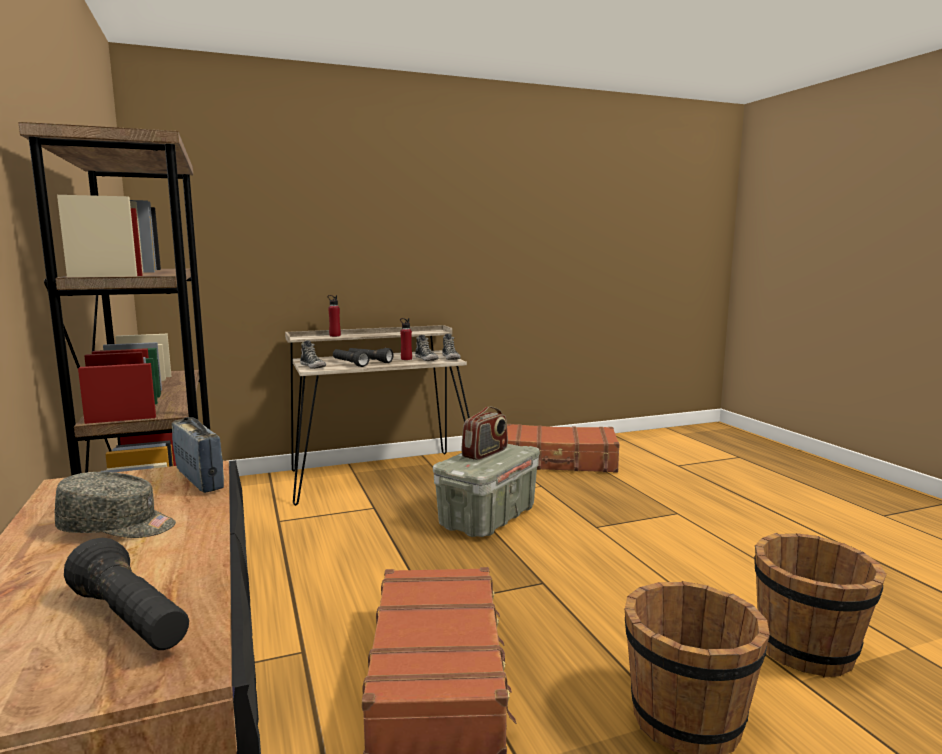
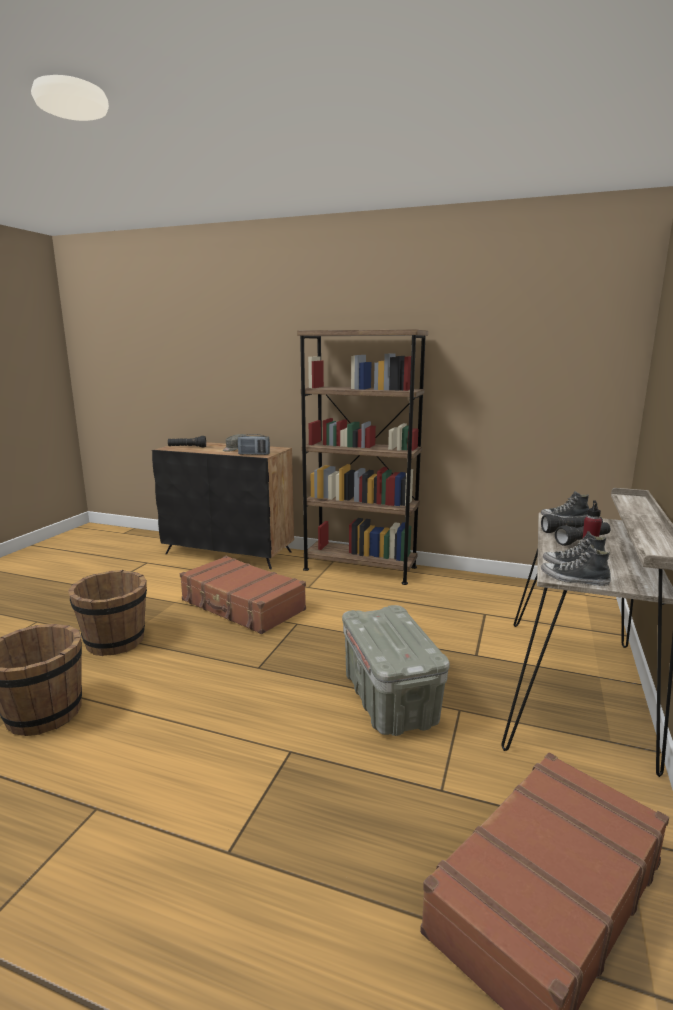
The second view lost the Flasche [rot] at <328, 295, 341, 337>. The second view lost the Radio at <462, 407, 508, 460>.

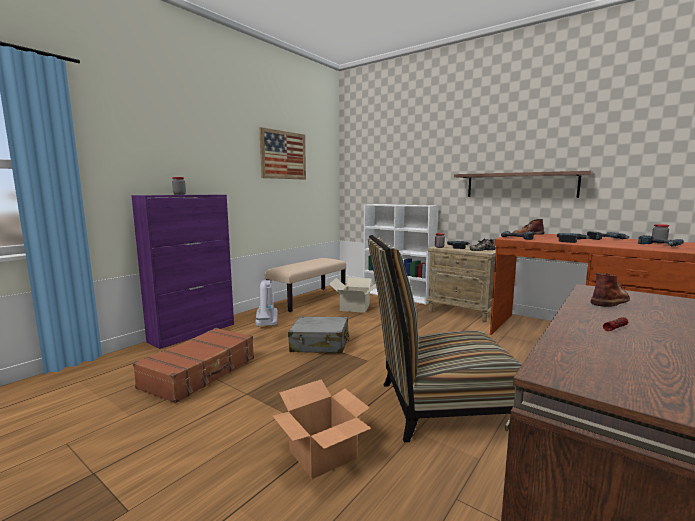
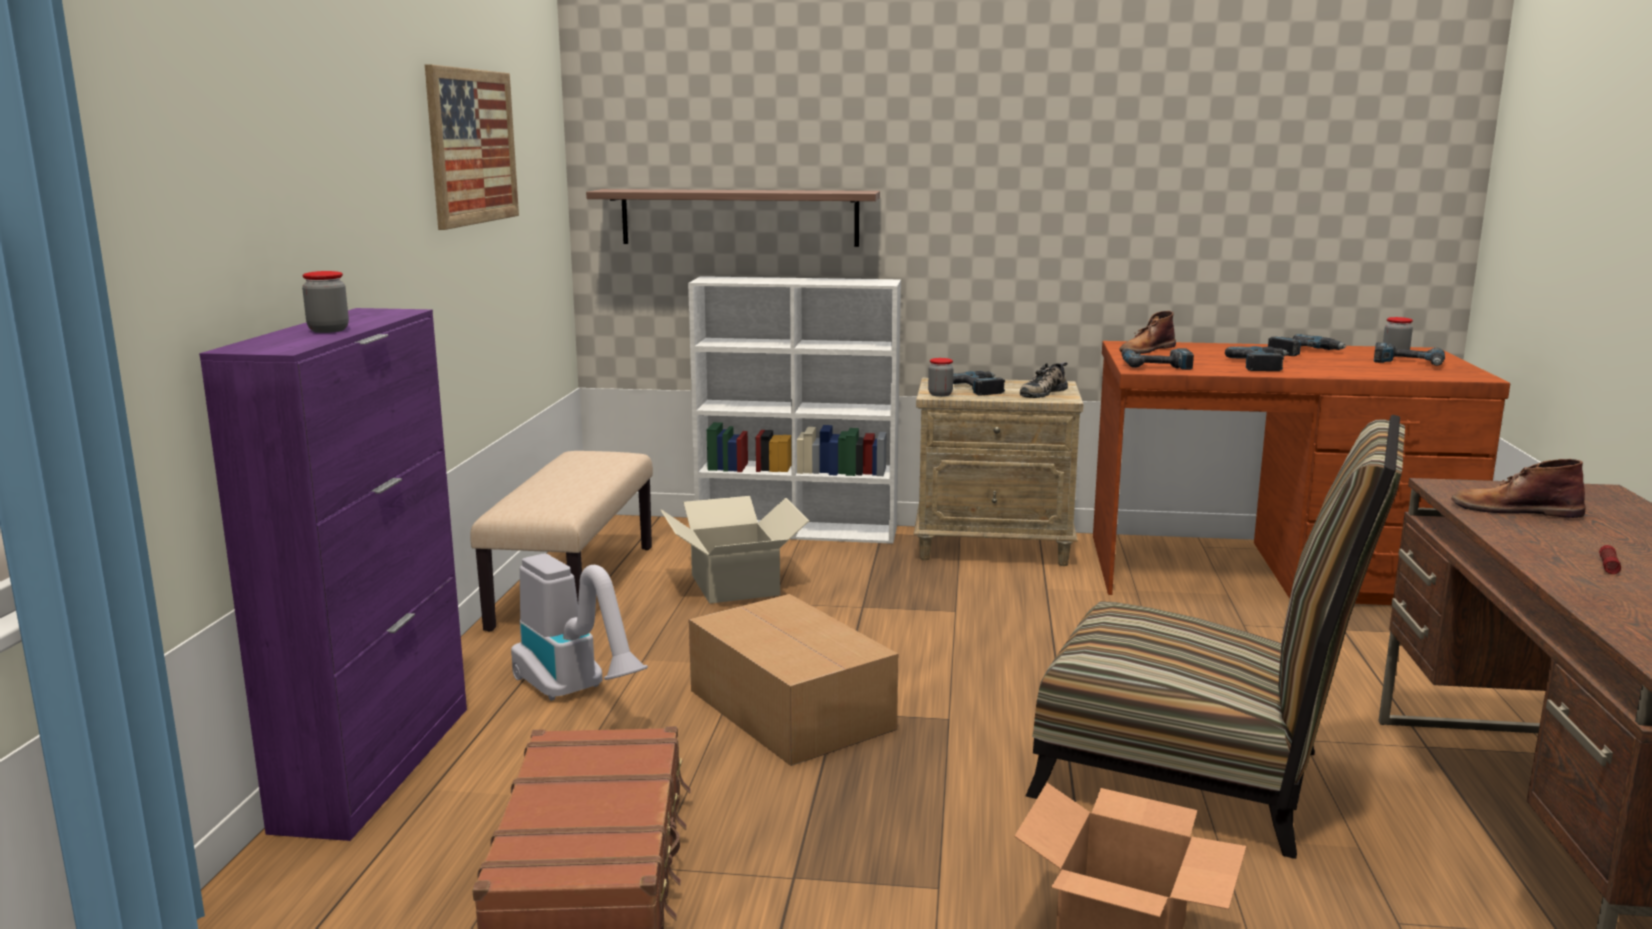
The Wandregal ended up elsewhere, having gone from <454, 171, 593, 198> to <586, 189, 880, 247>. The Stuhl at <368, 235, 521, 442> ended up facing another way, 120 degrees counterclockwise from before. The Stiefel [braun] at <591, 273, 630, 307> ended up facing another way, 90 degrees counterclockwise from before. Where the Koffer [grau] stood at <288, 317, 350, 353>, the Karton came to stand at <689, 594, 898, 766>.

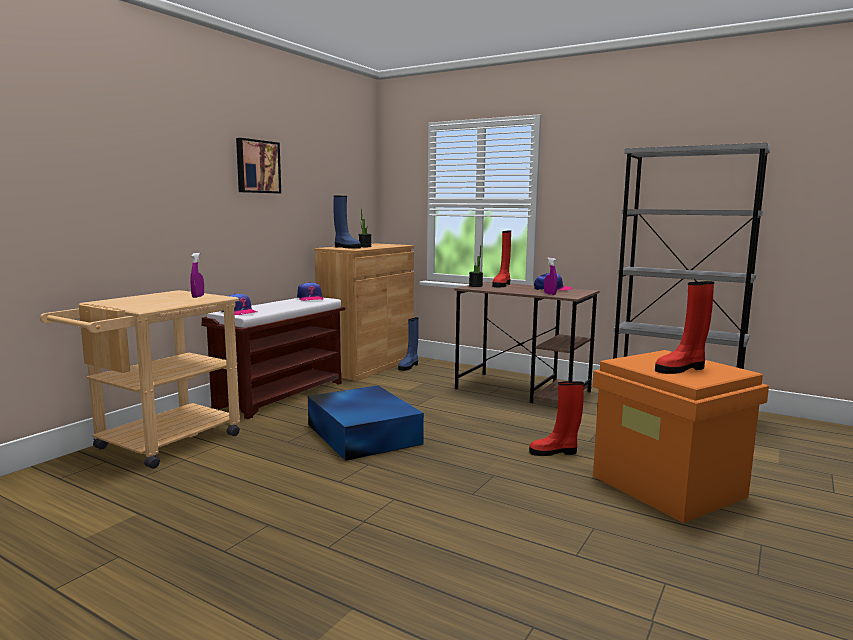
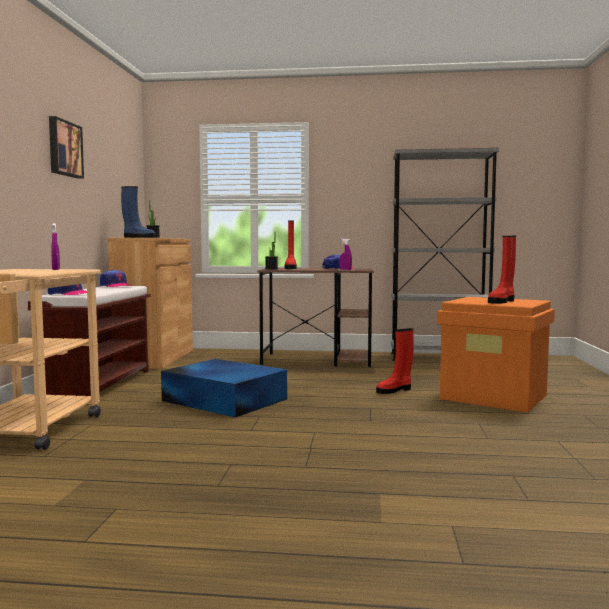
The second view lost the Stiefel [blau] at <398, 317, 419, 371>.

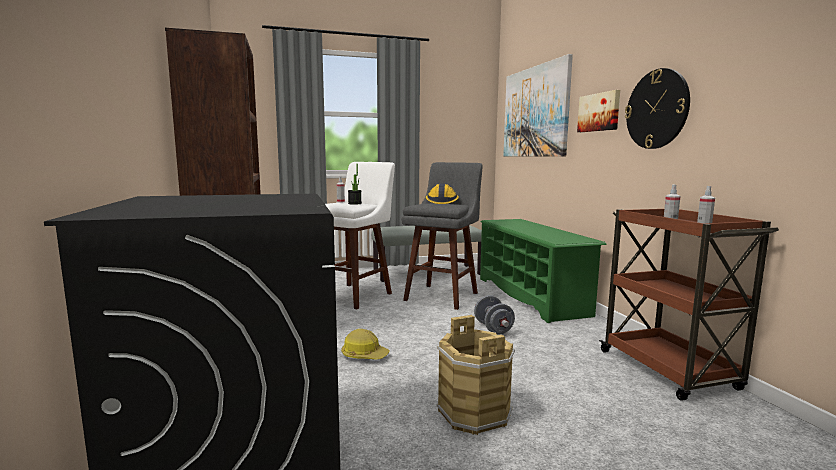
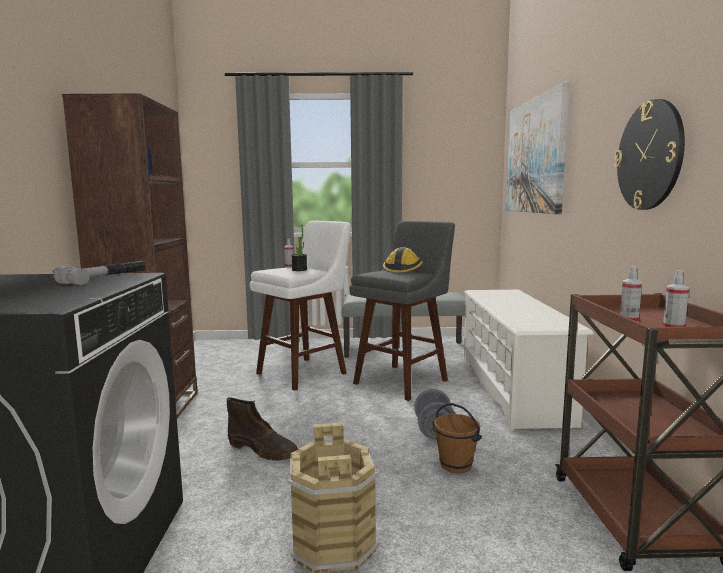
The second view lost the Bild at <577, 90, 620, 132>. What was the Schuhregal [grün] at <480, 219, 607, 323> turned into the Schuhregal [weiß] at <464, 290, 594, 431>. Where the Schutzhelm stood at <341, 329, 390, 359>, the Stiefel [braun] came to stand at <227, 397, 298, 461>. The second view gained the Hammer at <53, 261, 146, 285>. The second view gained the Eimer [braun] at <433, 403, 482, 473>.

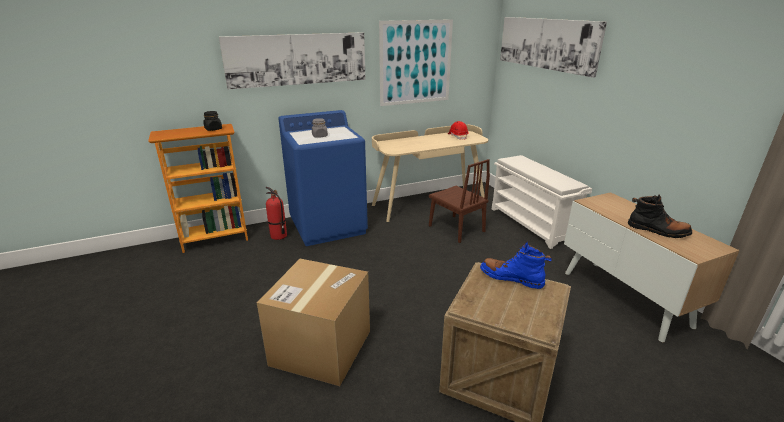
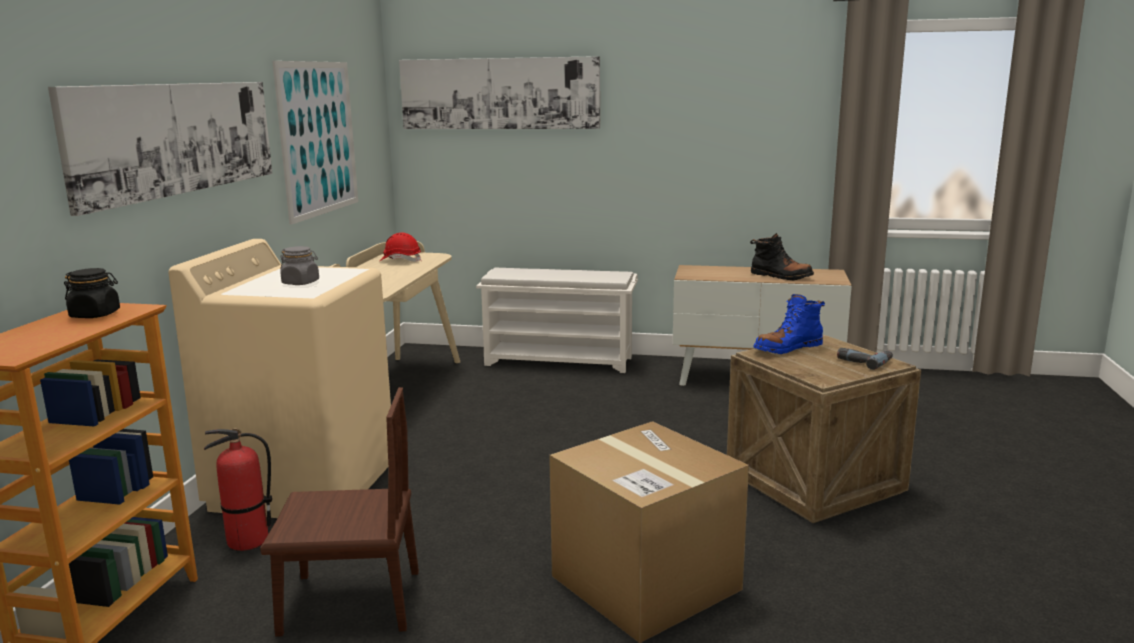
What was the Waschmaschine [blau] at <278, 110, 368, 246> turned into the Waschmaschine [beige] at <168, 239, 391, 518>. The Stuhl [braun] ended up elsewhere, having gone from <429, 159, 490, 243> to <260, 387, 419, 637>. The Stiefel [schwarz] at <628, 195, 692, 238> ended up facing another way, 60 degrees clockwise from before. The second view gained the Bohrmaschine at <837, 348, 893, 370>.

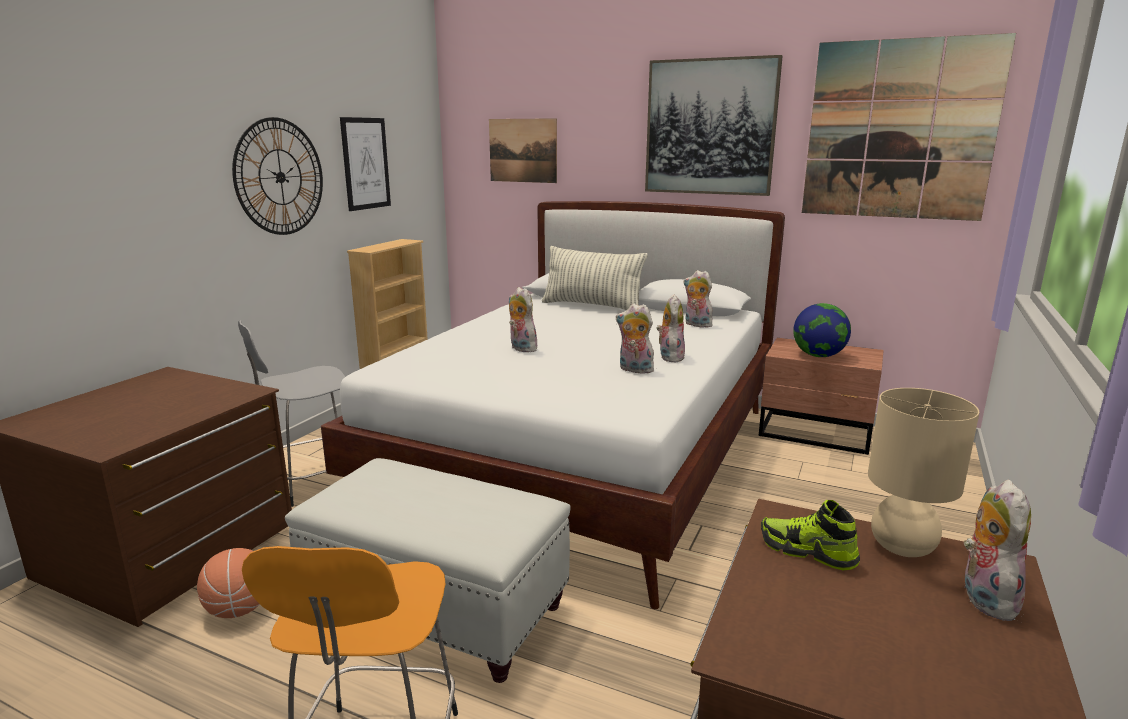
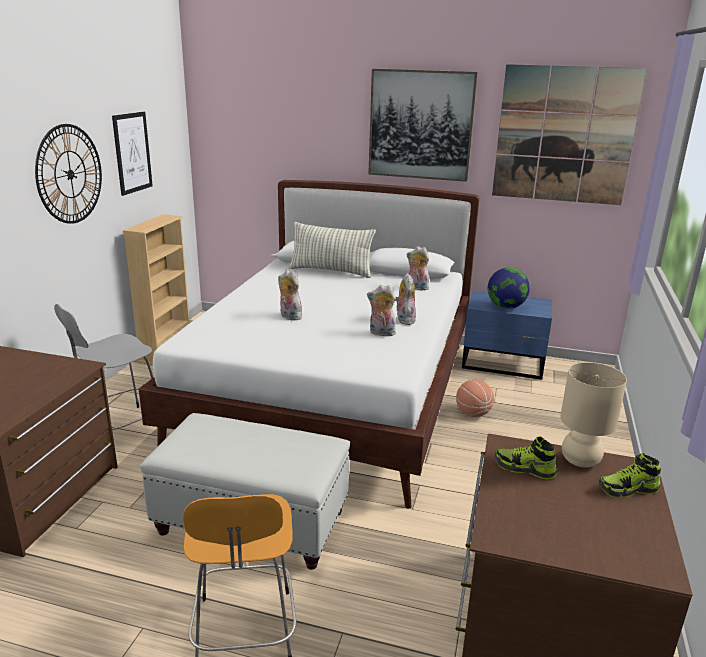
The second view lost the Bild at <489, 118, 557, 183>. What was the Nachttisch [braun] at <759, 338, 884, 455> turned into the Nachttisch [blau] at <462, 291, 552, 380>. Where the Plüschtier stood at <964, 479, 1031, 623>, the Schuh came to stand at <599, 453, 661, 498>. The Basketball ended up elsewhere, having gone from <197, 548, 259, 618> to <456, 380, 494, 417>.

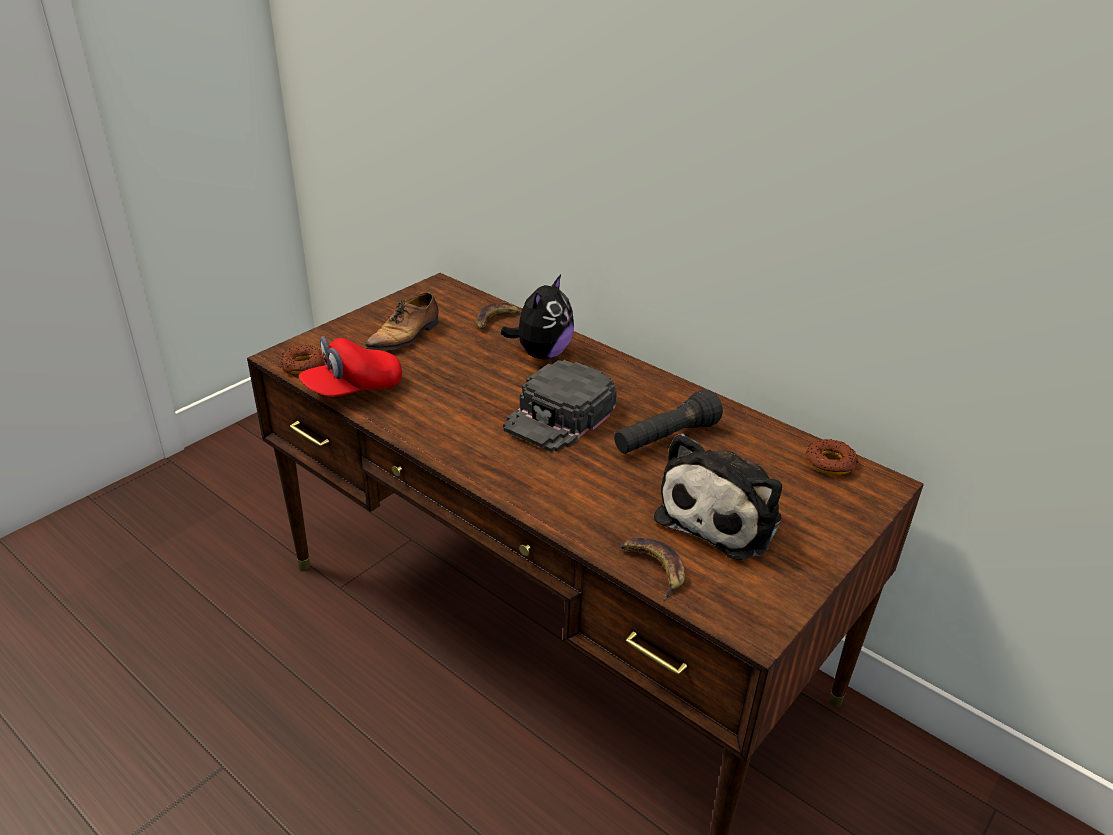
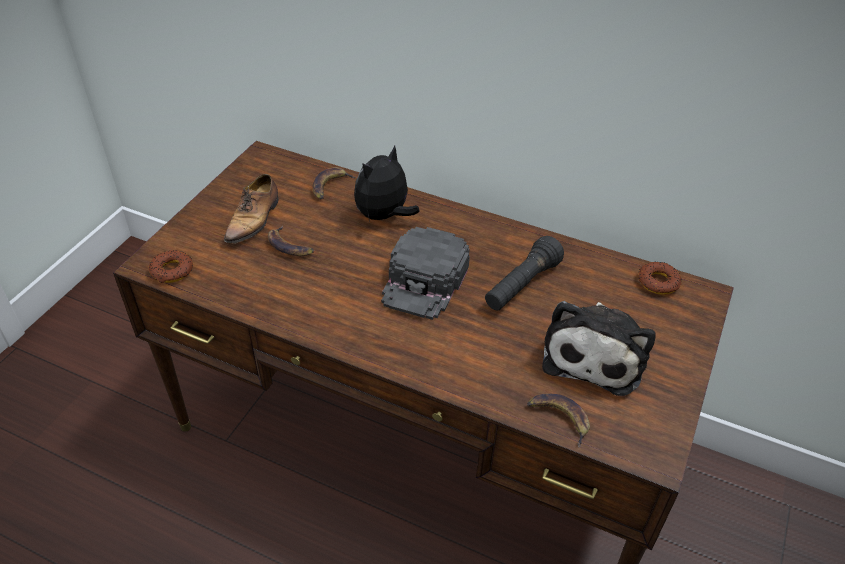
The Plüschtier at <501, 274, 574, 359> ended up facing another way, 150 degrees counterclockwise from before. The second view lost the Kappe [rot] at <299, 336, 402, 397>. The second view gained the Banane at <268, 226, 314, 256>.

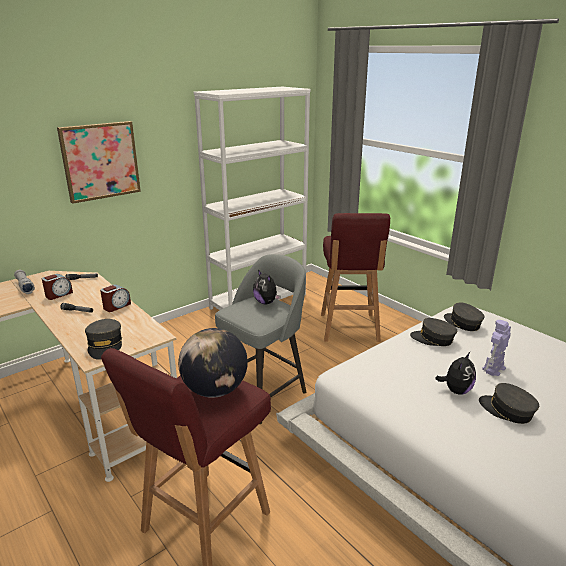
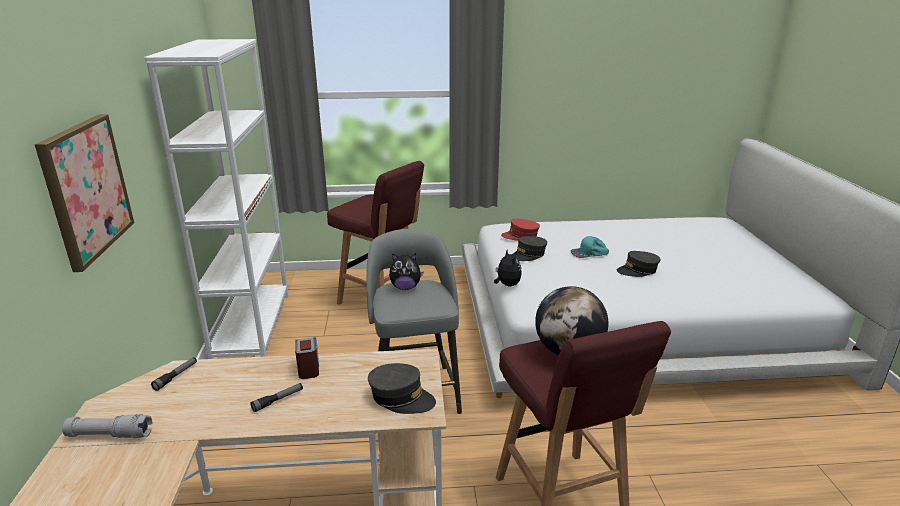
The second view lost the Wecker at <42, 274, 73, 300>. What was the Kappe [grau] at <444, 302, 484, 331> turned into the Kappe [rot] at <501, 219, 540, 241>. Where the Spielzeugroboter stood at <482, 320, 511, 376>, the Kappe [türkis] came to stand at <570, 236, 609, 258>. The Plüschtier ended up elsewhere, having gone from <435, 352, 476, 395> to <494, 250, 522, 286>.

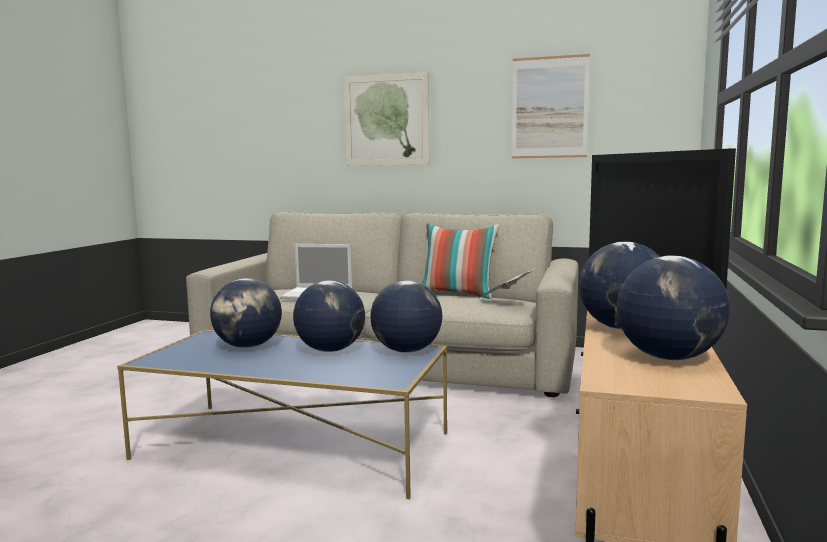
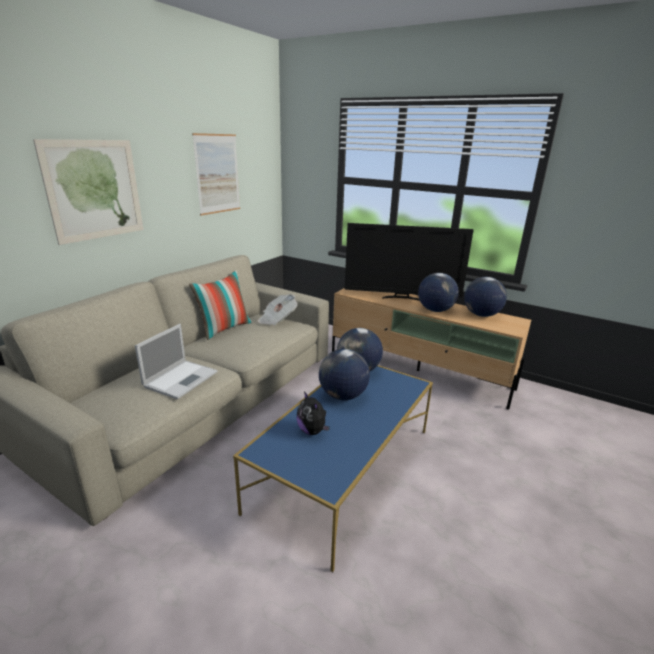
Where the Globus stood at <210, 278, 282, 348>, the Plüschtier came to stand at <297, 391, 330, 435>.

